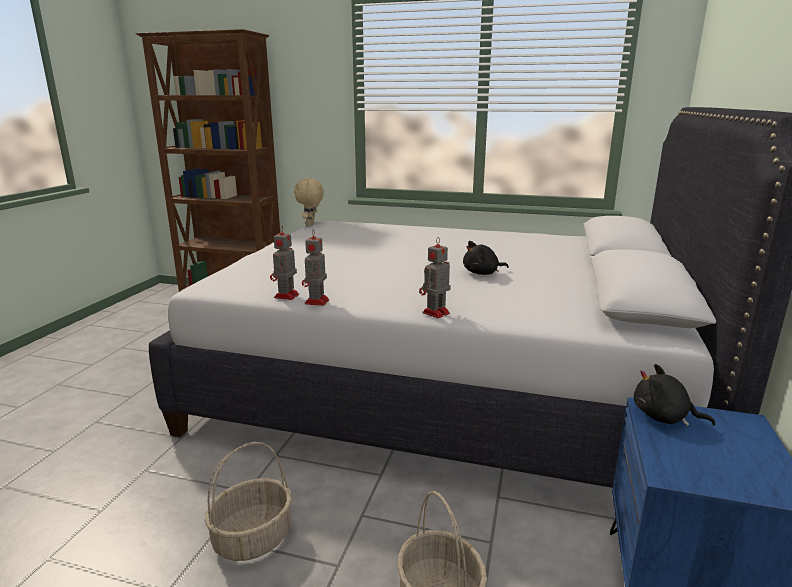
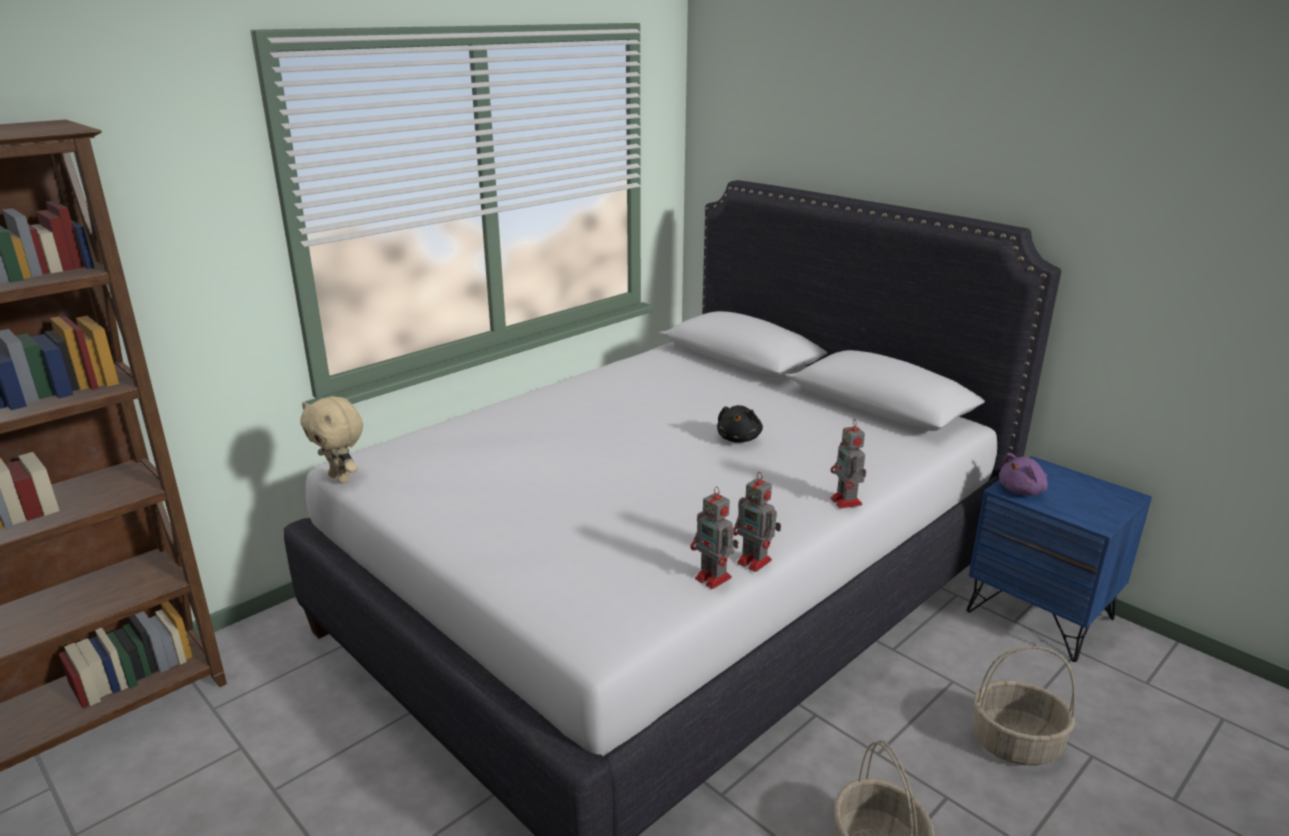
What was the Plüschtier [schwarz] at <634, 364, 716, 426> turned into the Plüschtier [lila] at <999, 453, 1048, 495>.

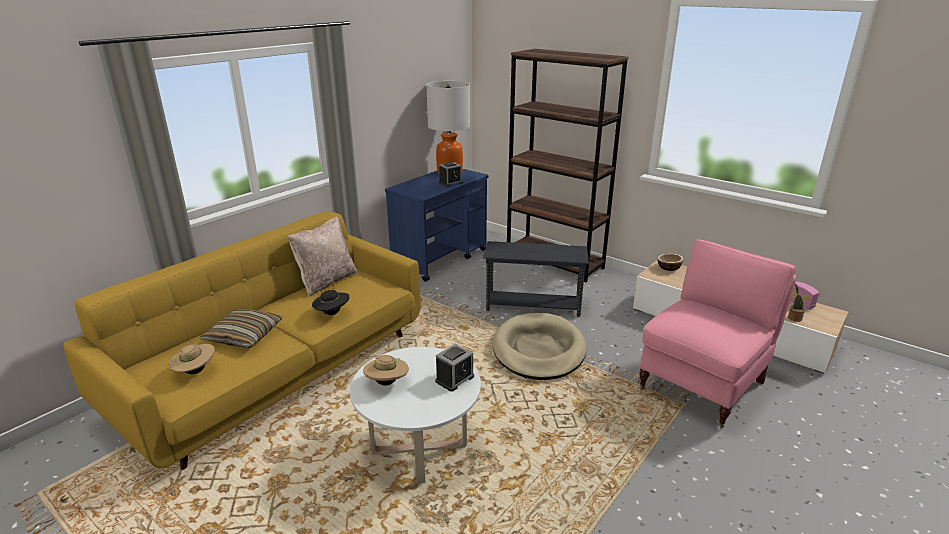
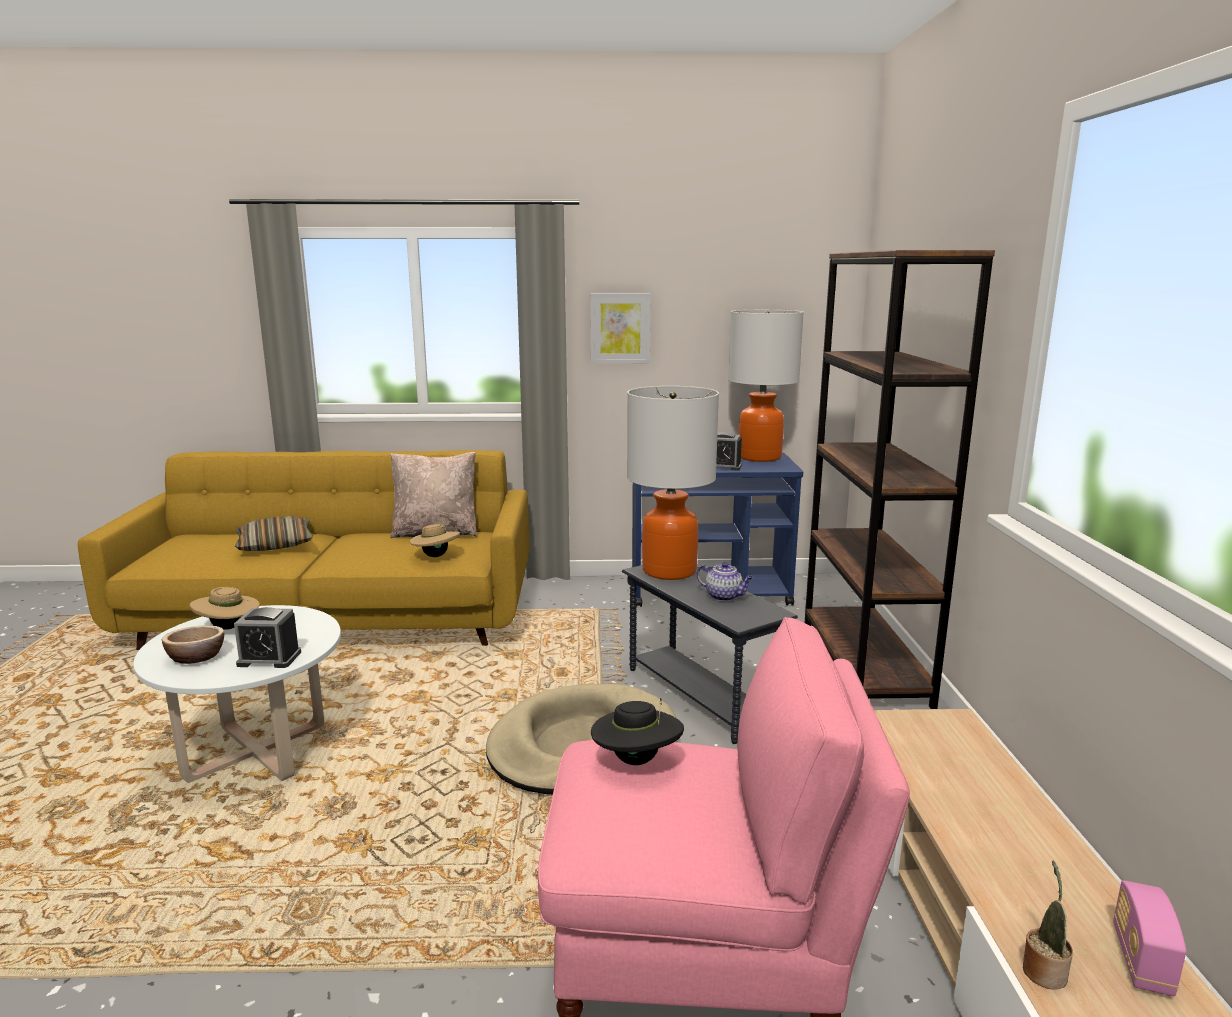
The Schüssel ended up elsewhere, having gone from <657, 253, 683, 271> to <162, 625, 224, 664>. The Hut [schwarz] ended up elsewhere, having gone from <312, 289, 349, 315> to <591, 698, 684, 765>. The Hut [beige] ended up elsewhere, having gone from <169, 341, 215, 374> to <410, 521, 460, 557>. The second view gained the Bild at <590, 293, 651, 364>. The second view gained the Tischlampe at <627, 386, 719, 580>. The second view gained the Teekanne at <696, 562, 754, 601>.

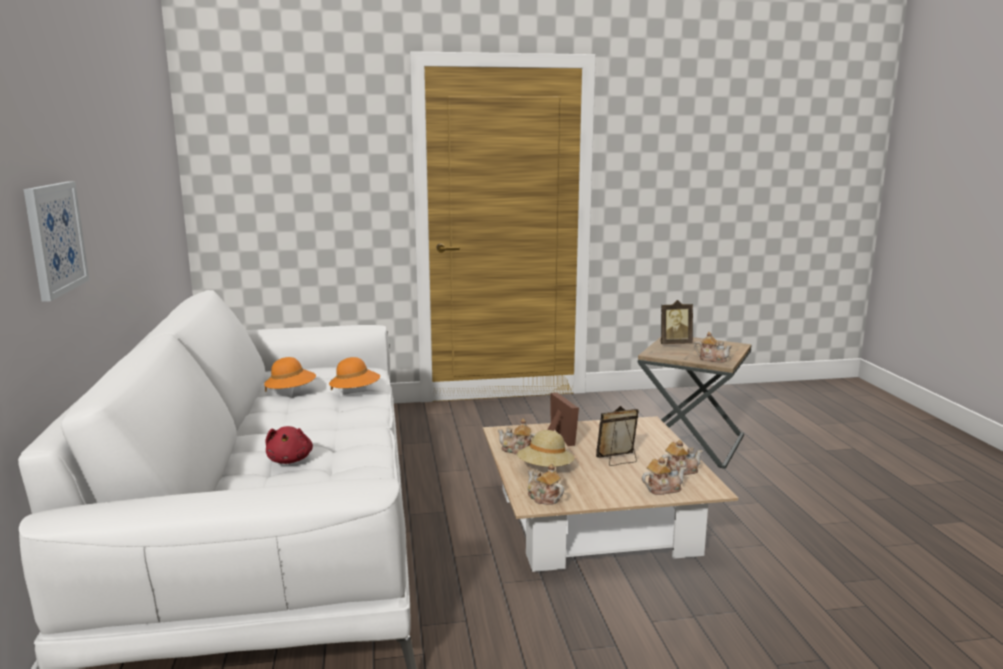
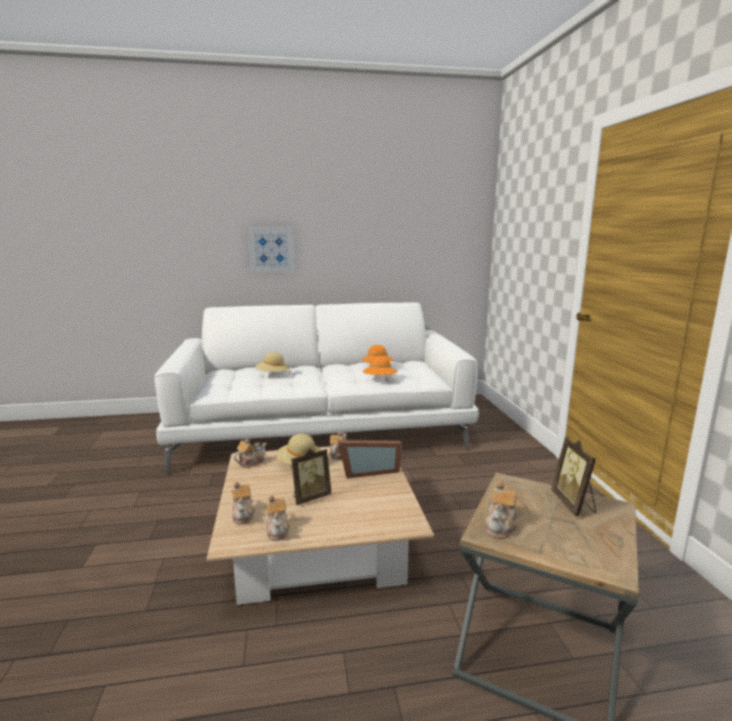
The Bilderrahmen at <596, 406, 639, 466> ended up facing another way, 75 degrees clockwise from before. Where the Plüschtier [rot] stood at <265, 426, 313, 464>, the Hut [beige] came to stand at <255, 352, 290, 375>.

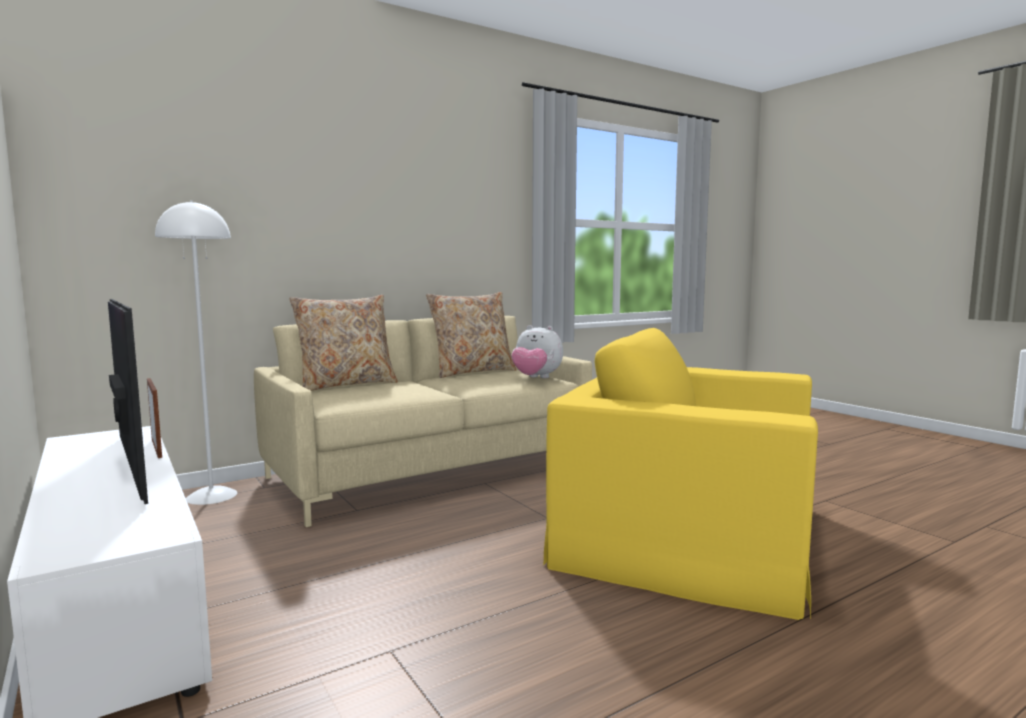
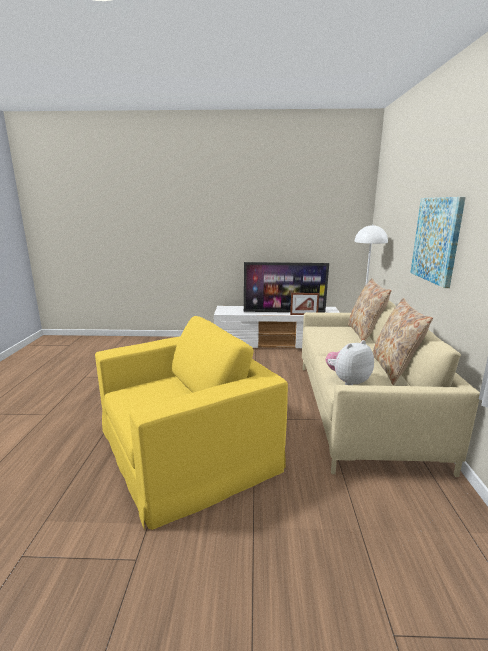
The second view gained the Bild at <410, 197, 466, 288>.

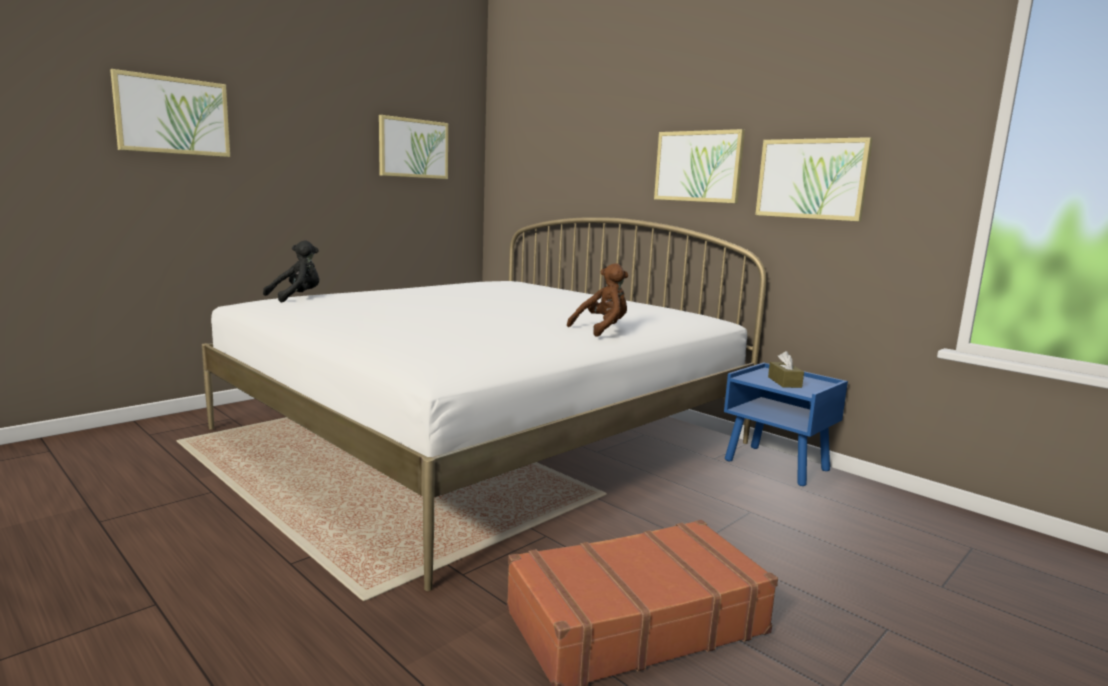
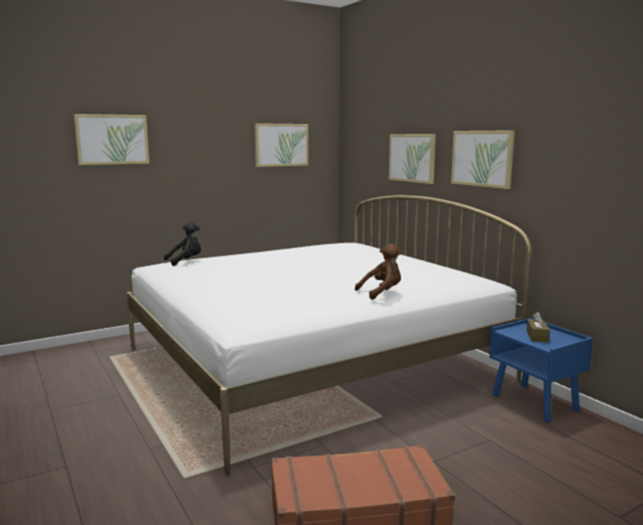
The Bild ended up elsewhere, having gone from <755, 137, 873, 222> to <389, 134, 436, 184>.

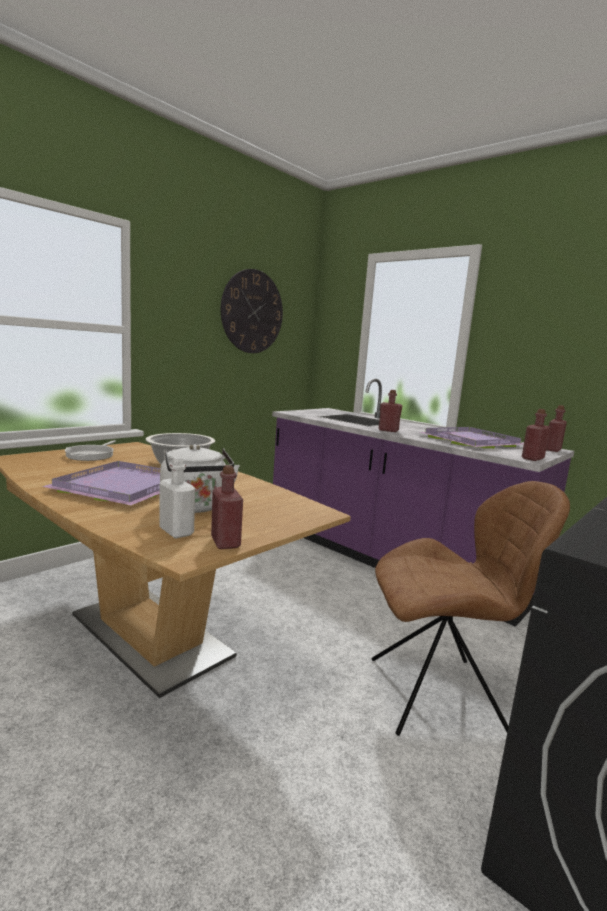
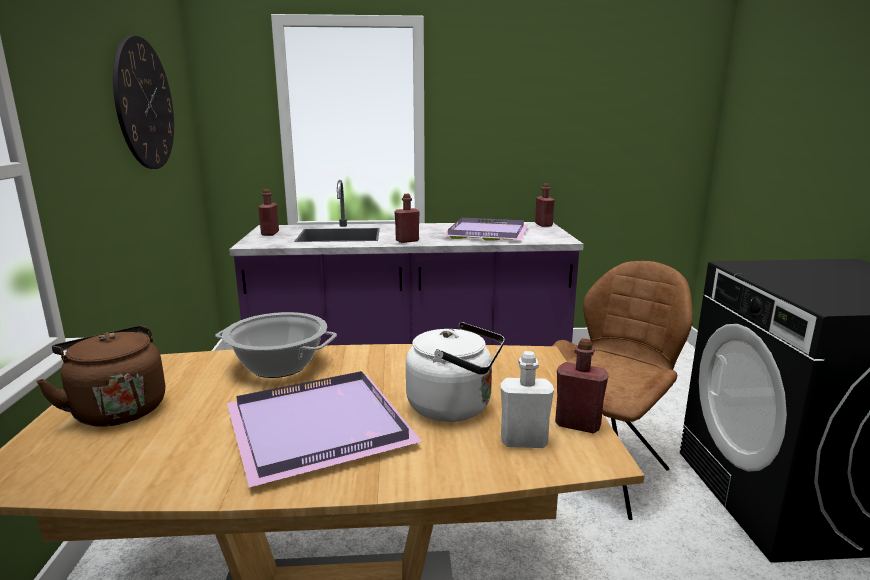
The Flasche [rot] ended up elsewhere, having gone from <522, 409, 550, 461> to <258, 189, 279, 236>. Where the Pfanne stood at <65, 440, 116, 461>, the Wasserkessel [braun] came to stand at <36, 326, 165, 427>.

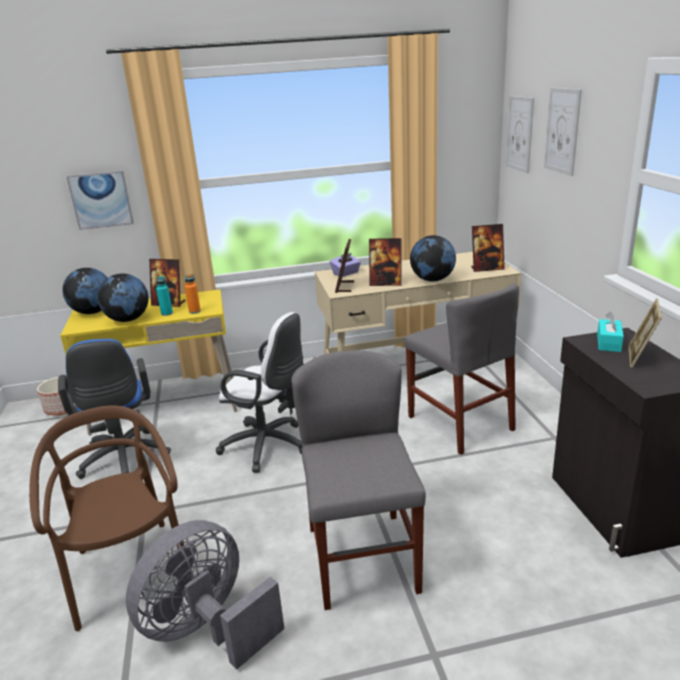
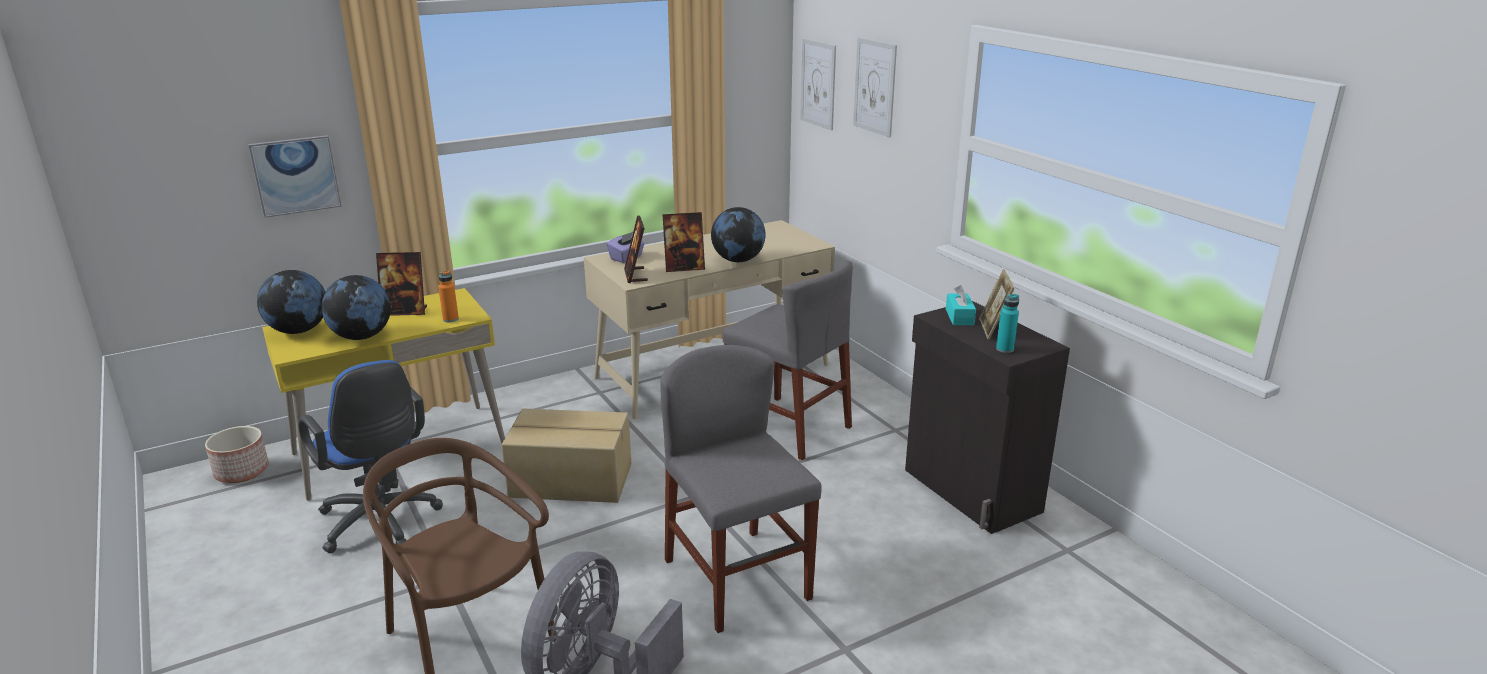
The second view lost the Bilderrahmen at <471, 224, 505, 272>. The Flasche [türkis] ended up elsewhere, having gone from <156, 276, 173, 316> to <996, 294, 1019, 353>. Where the Bürostuhl [weiß] stood at <216, 312, 304, 473>, the Karton came to stand at <501, 408, 632, 503>.

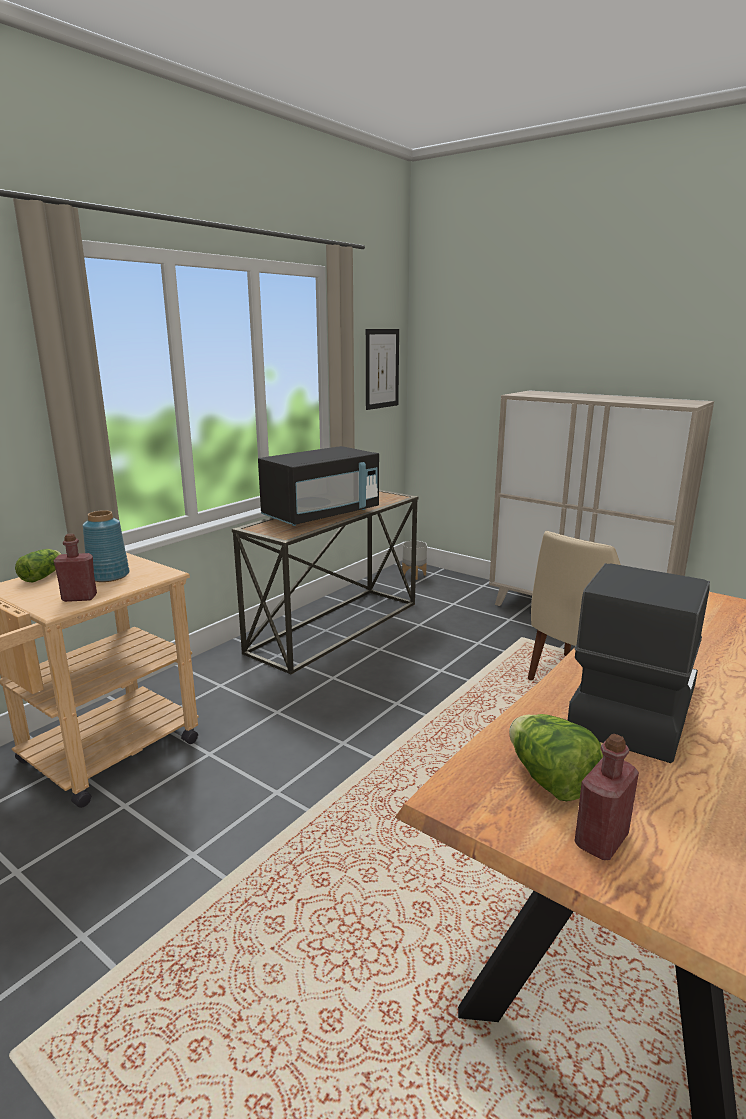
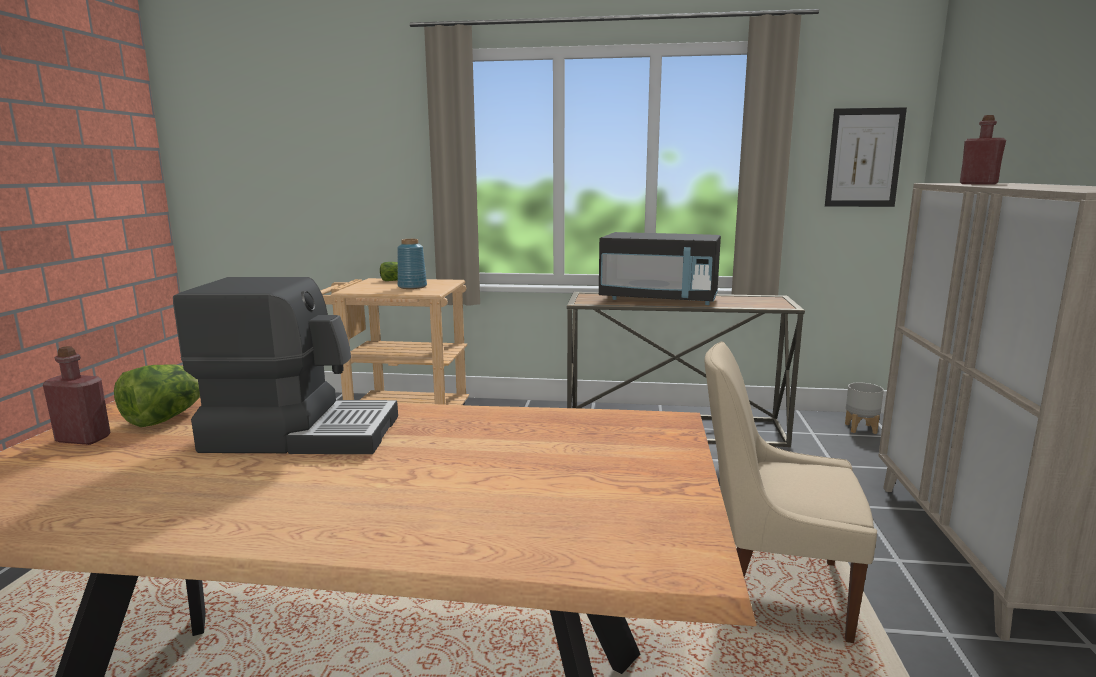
The Flasche [rot] ended up elsewhere, having gone from <53, 534, 97, 602> to <960, 115, 1006, 185>.

